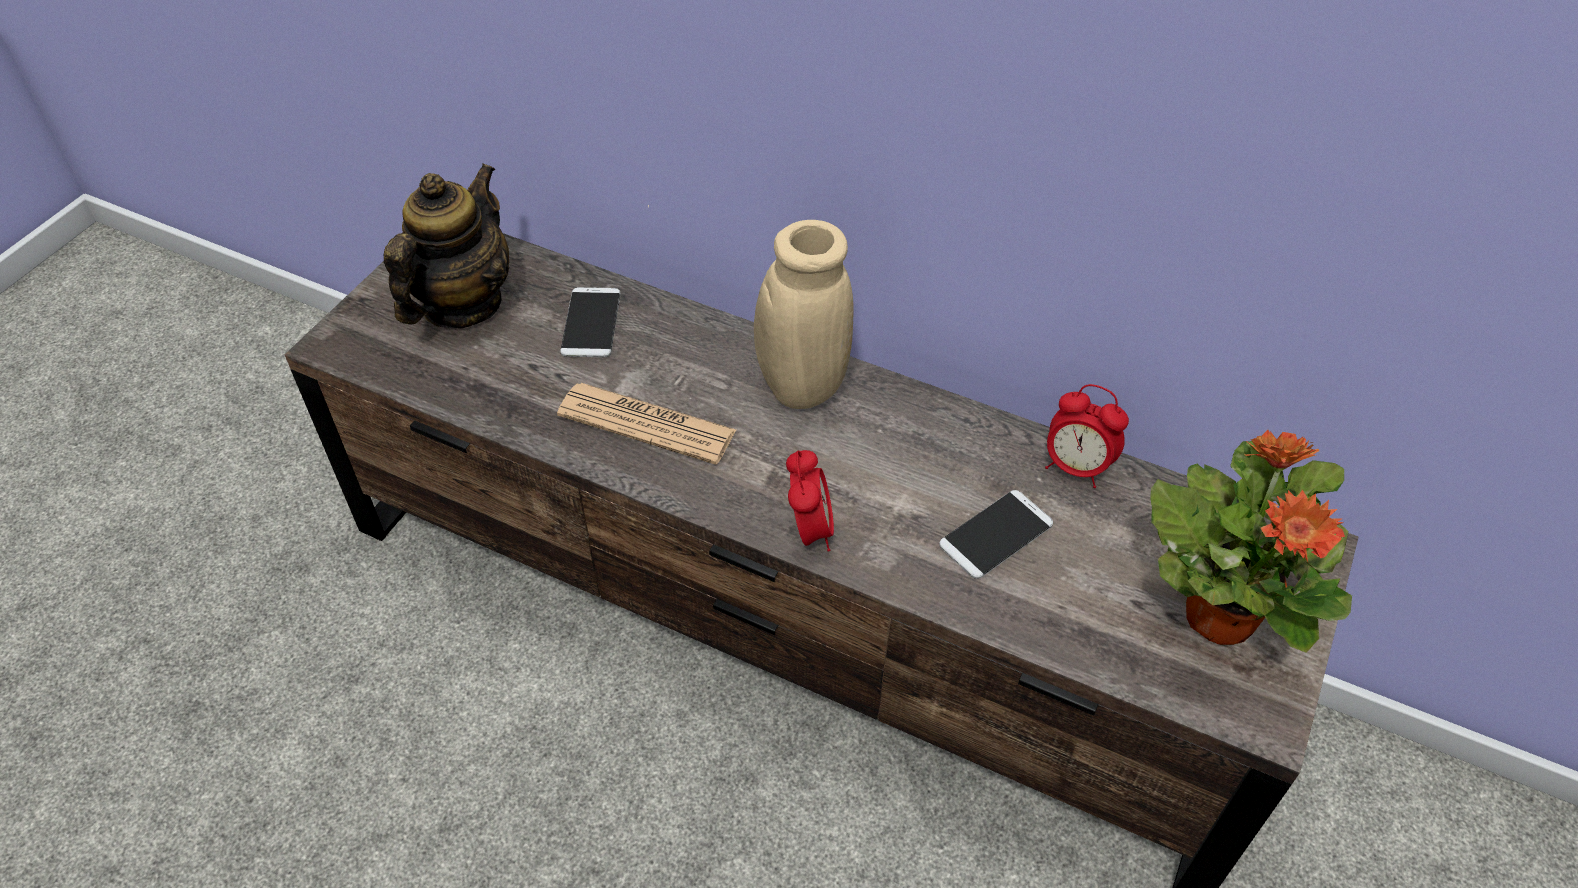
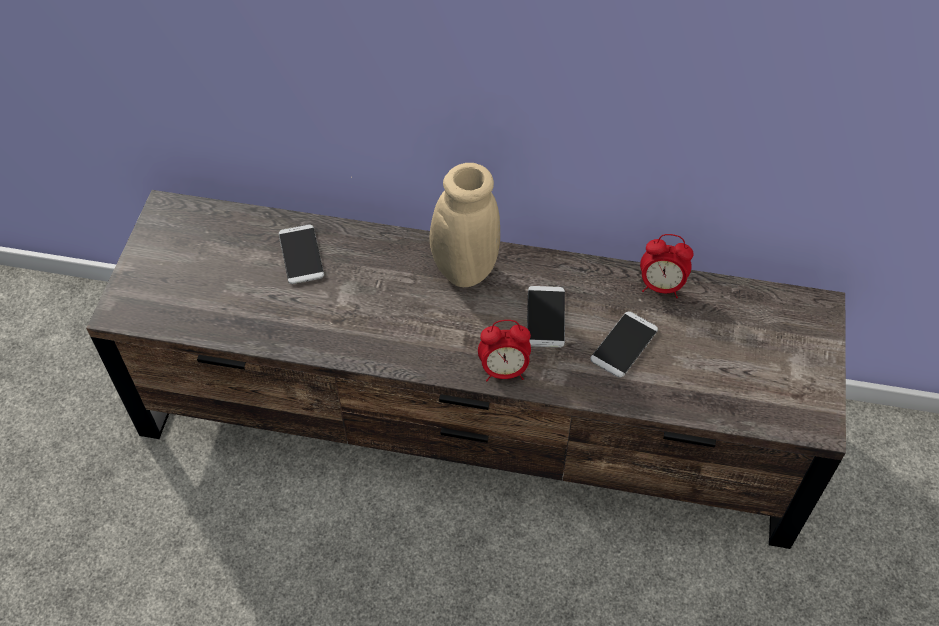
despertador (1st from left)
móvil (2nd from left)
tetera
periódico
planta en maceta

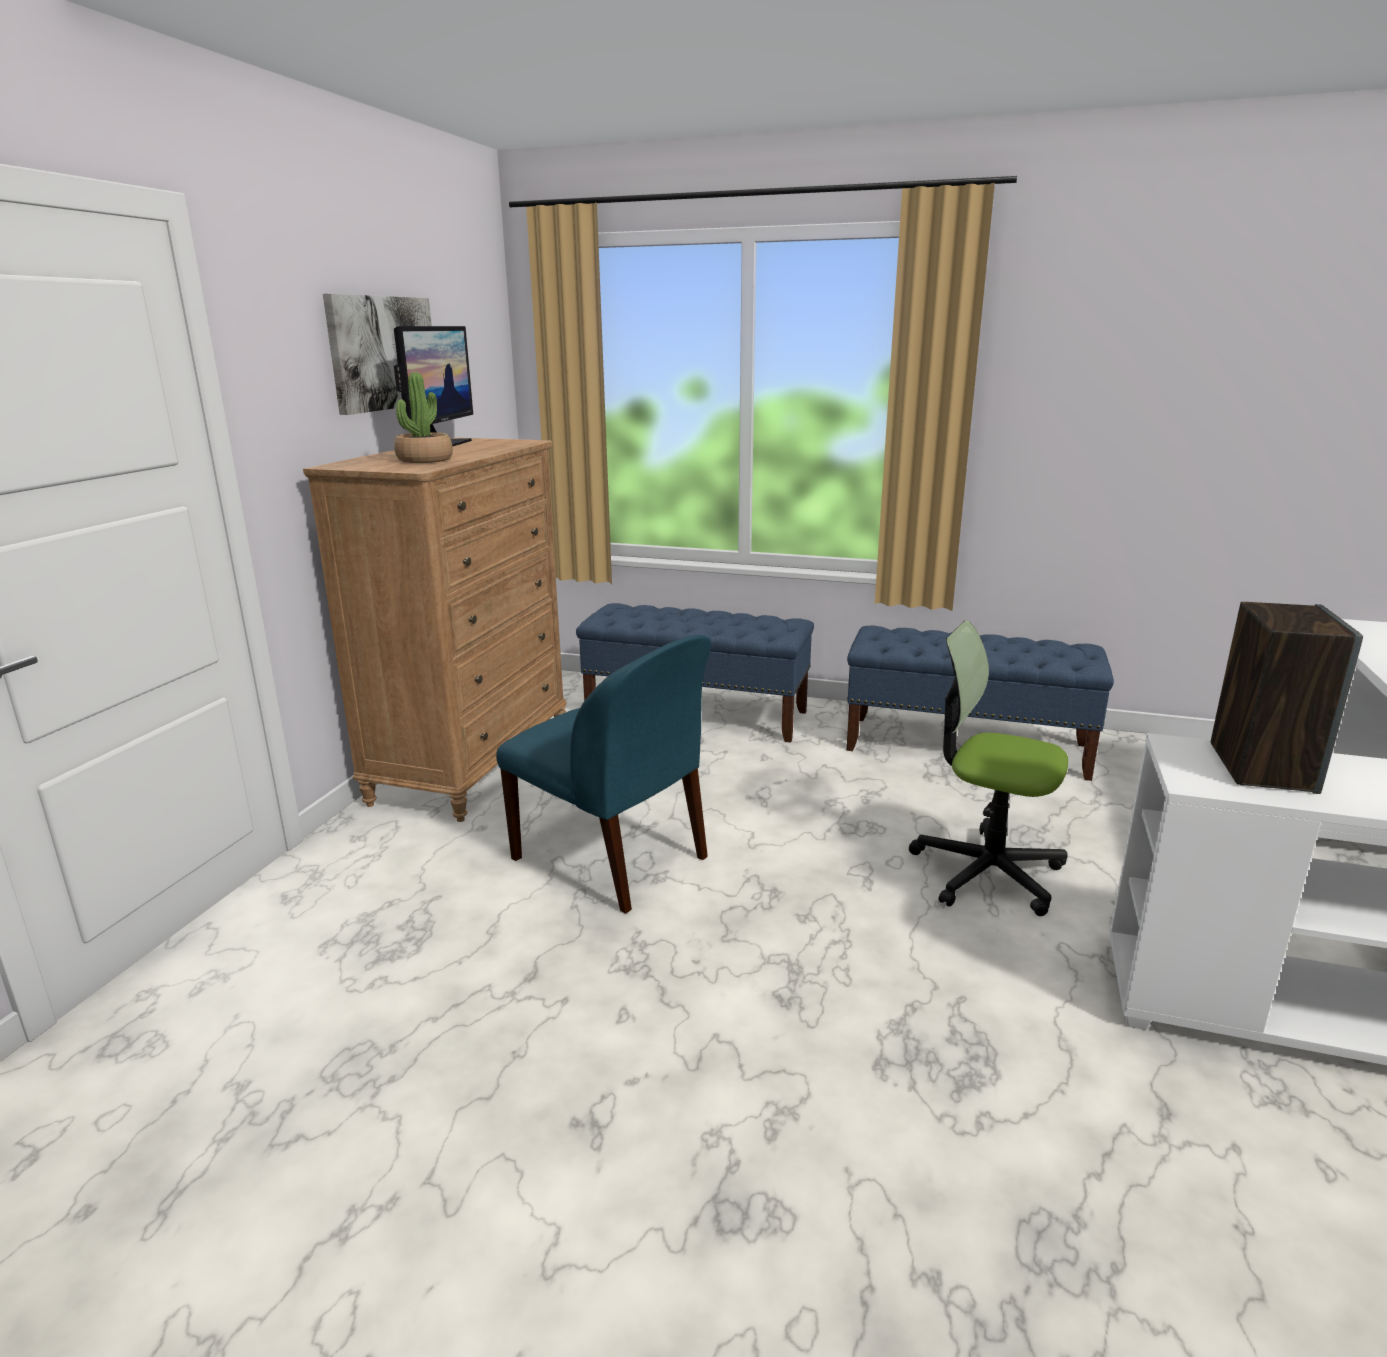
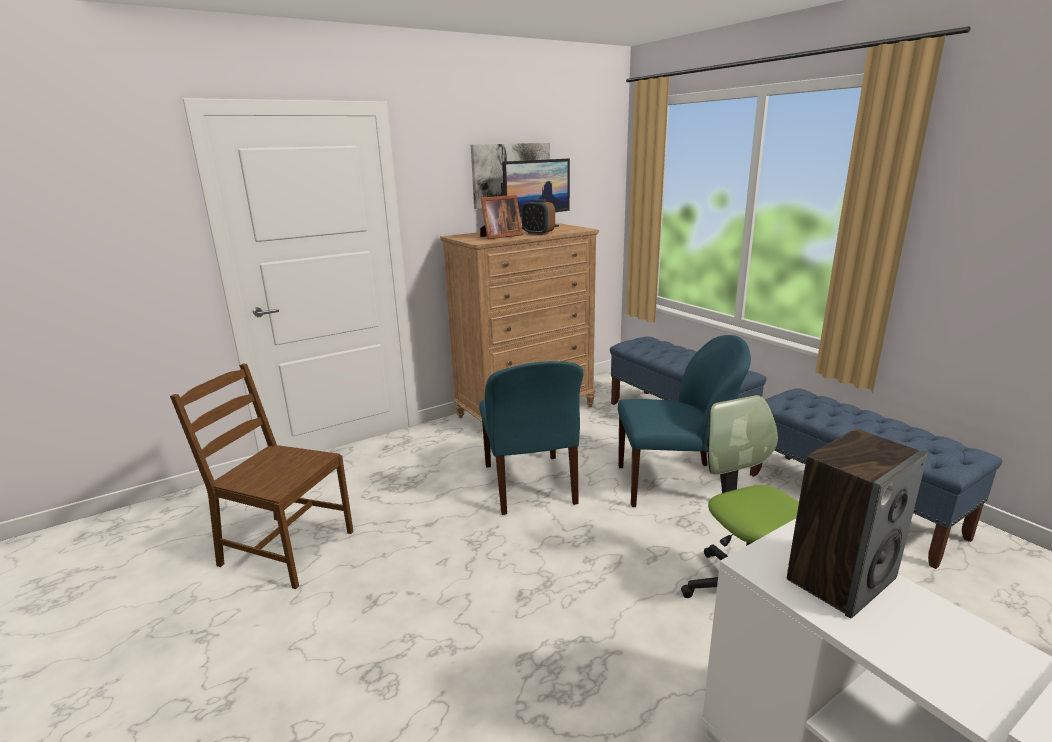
silla [marrón]
portarretratos
despertador
silla [azul] (2nd from left)

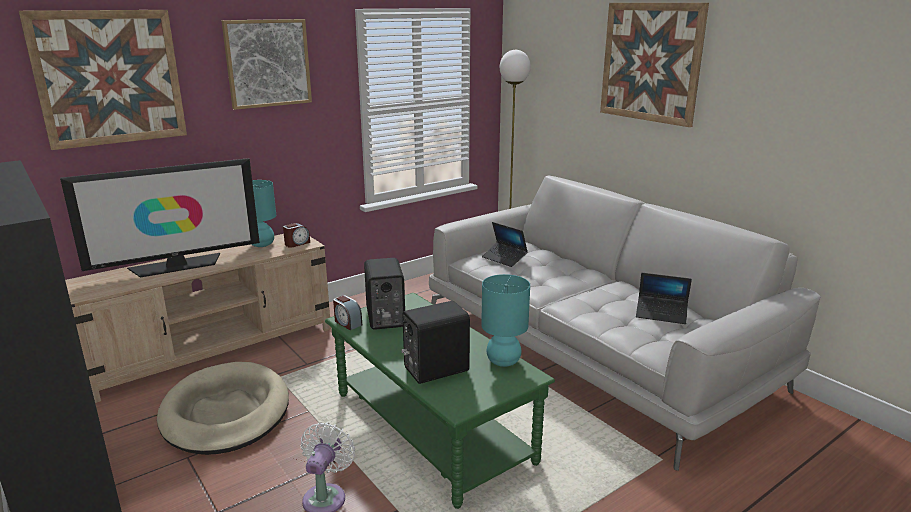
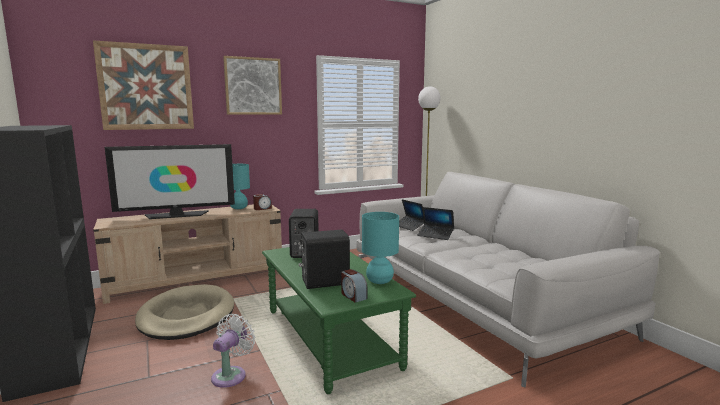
despertador (2nd from left)
portátil (2nd from left)
cuadro (3rd from left in the first image)

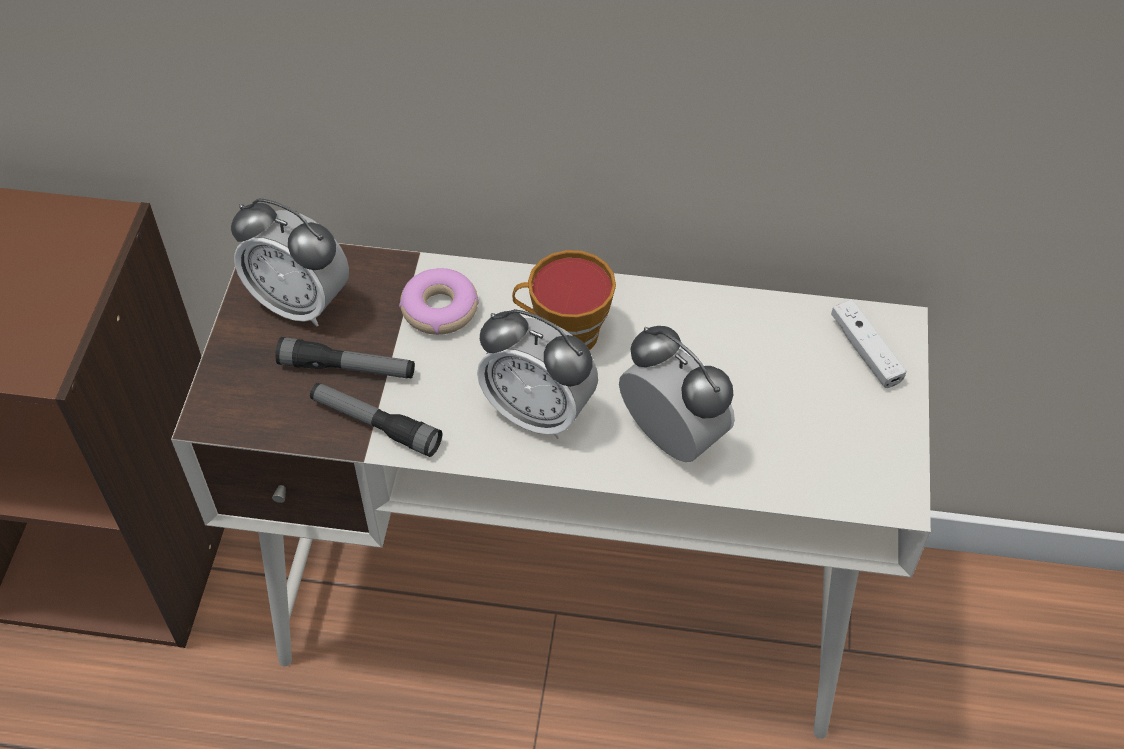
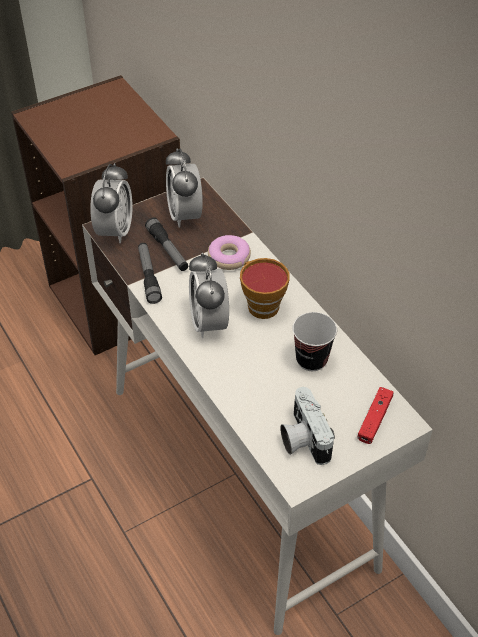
despertador (1st from left)
cámara
taza (2nd from left)
mando de consola [rojo]

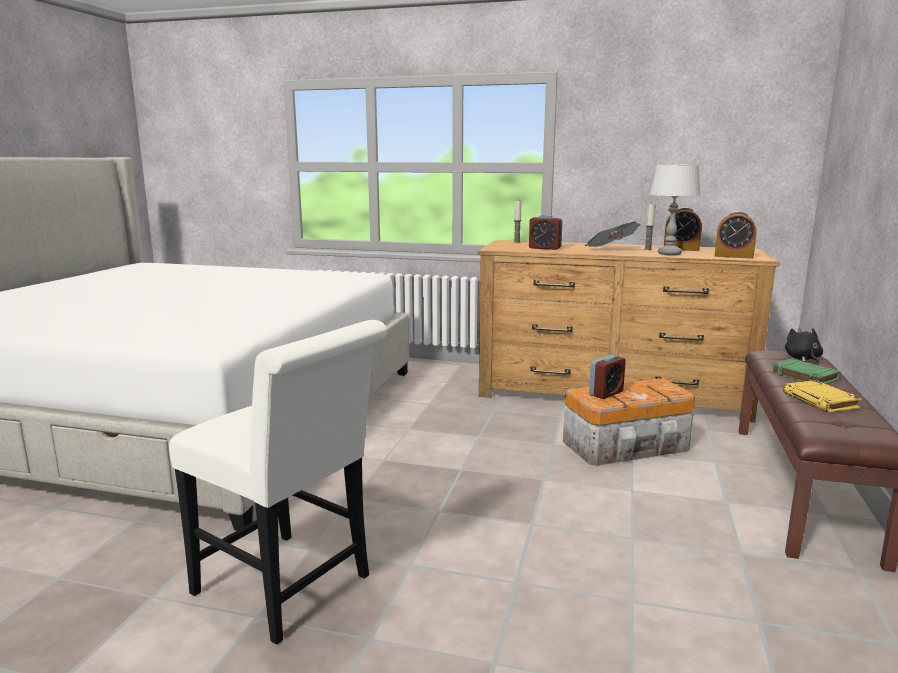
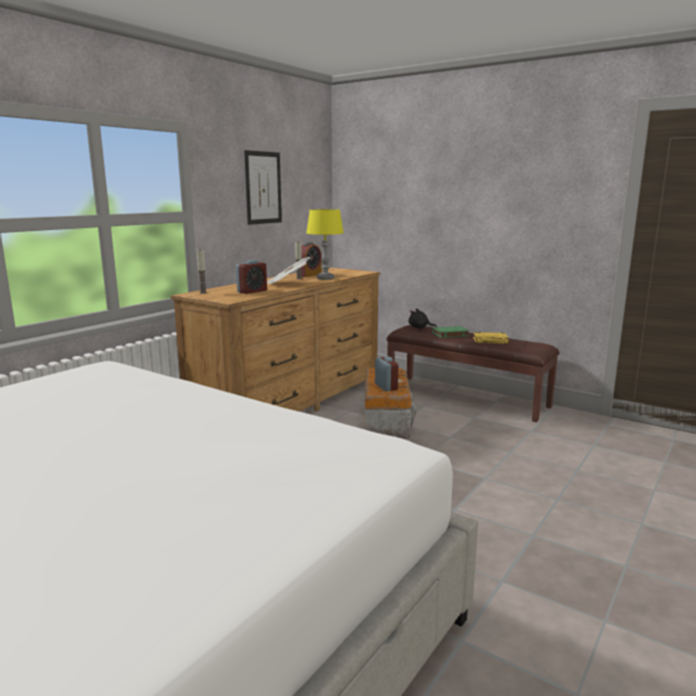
cuadro
lámpara de mesa [amarillo]
silla [blanco]
despertador (4th from left in the first image)

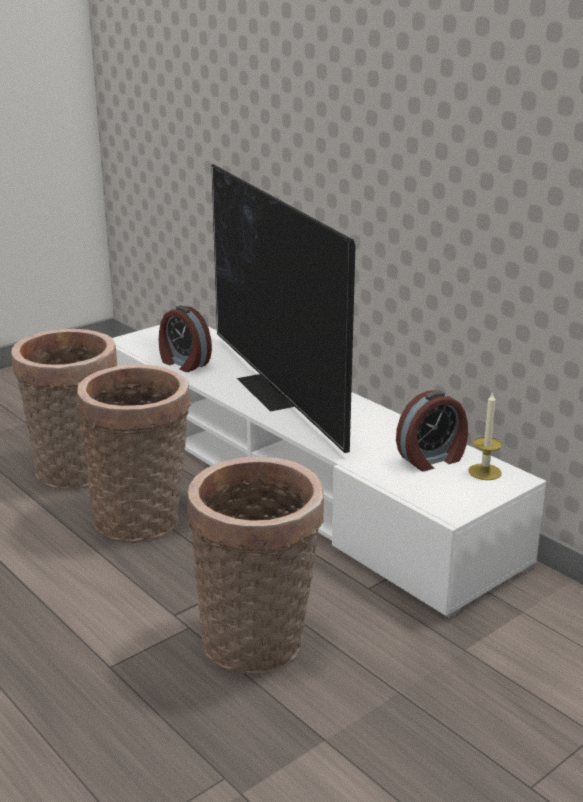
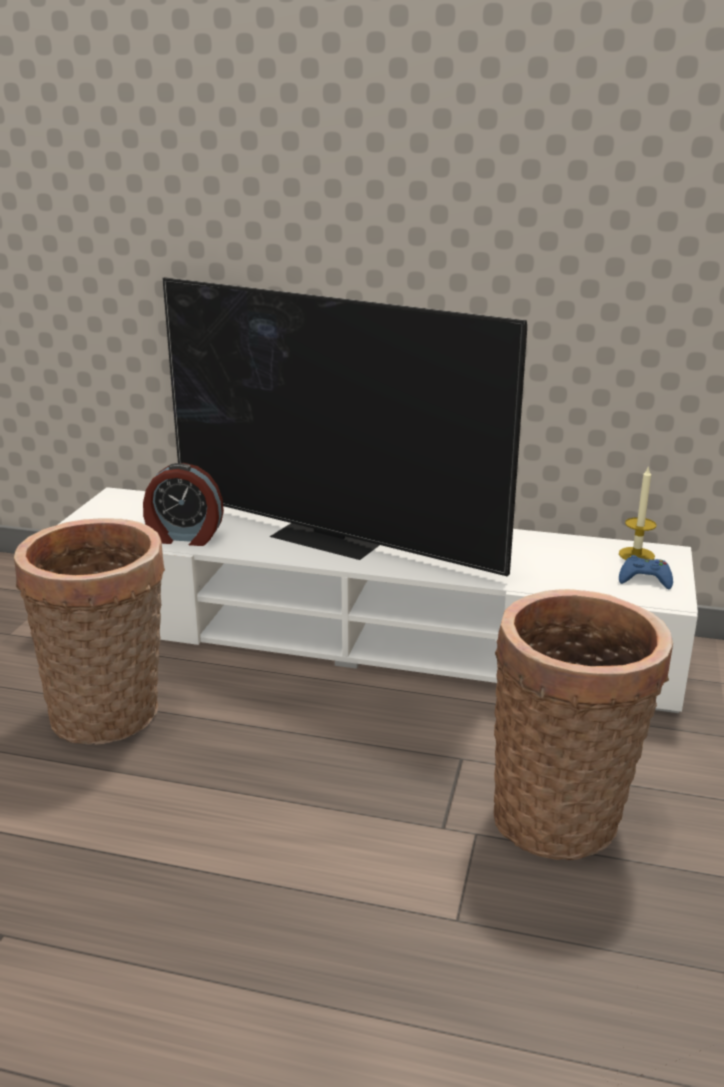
mando de consola [azul]
cesta (2nd from left in the first image)
despertador (2nd from left in the first image)

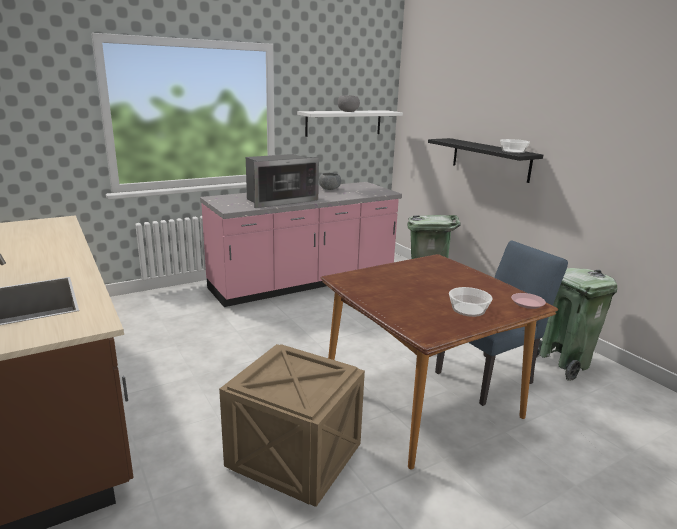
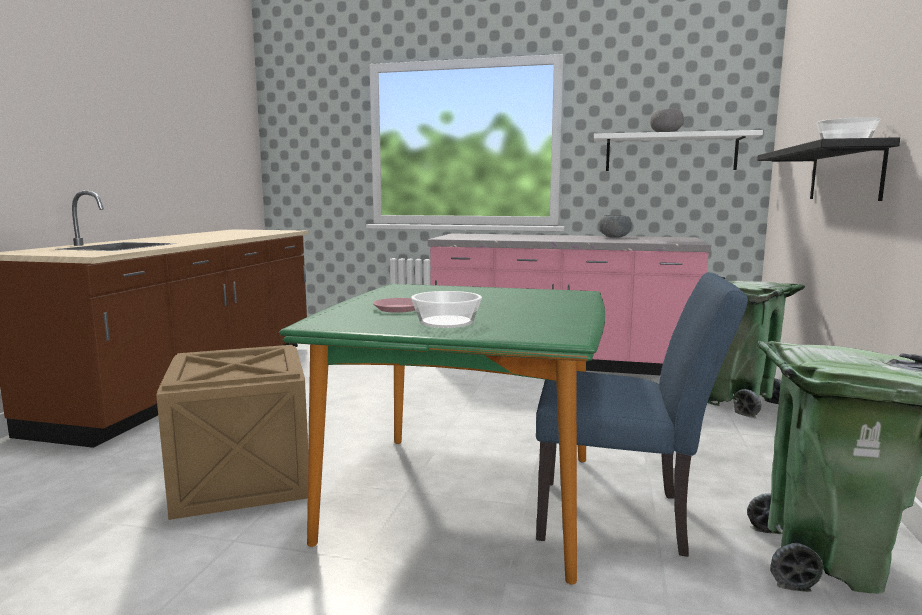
mesa de comedor [verde]
plato [rosa]
microondas

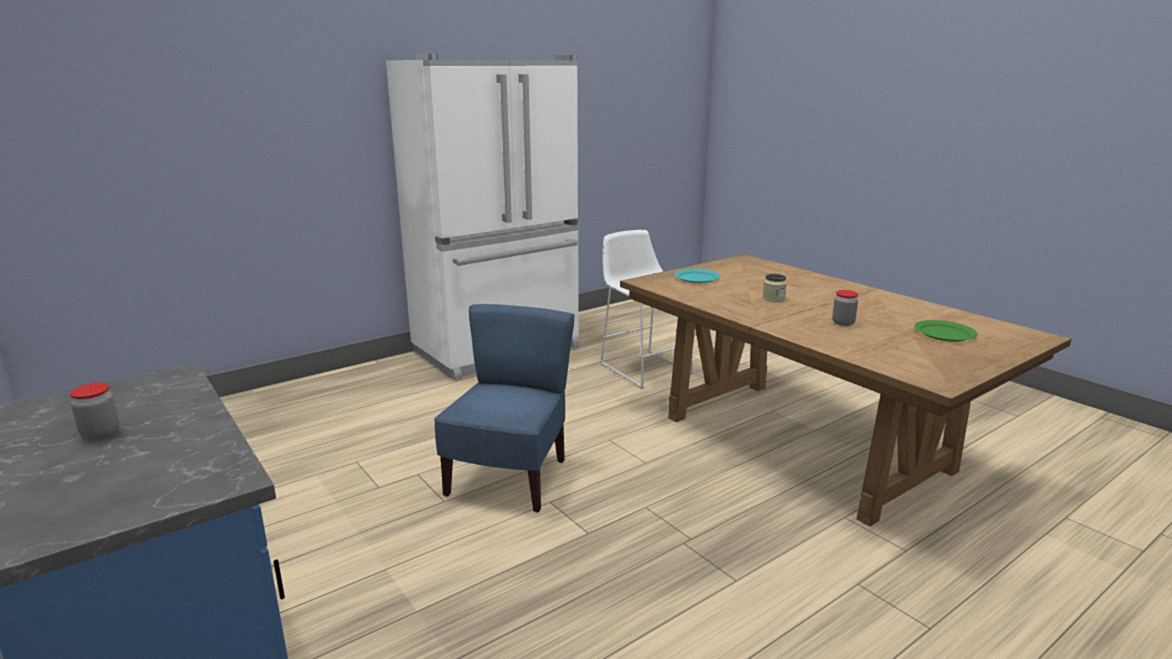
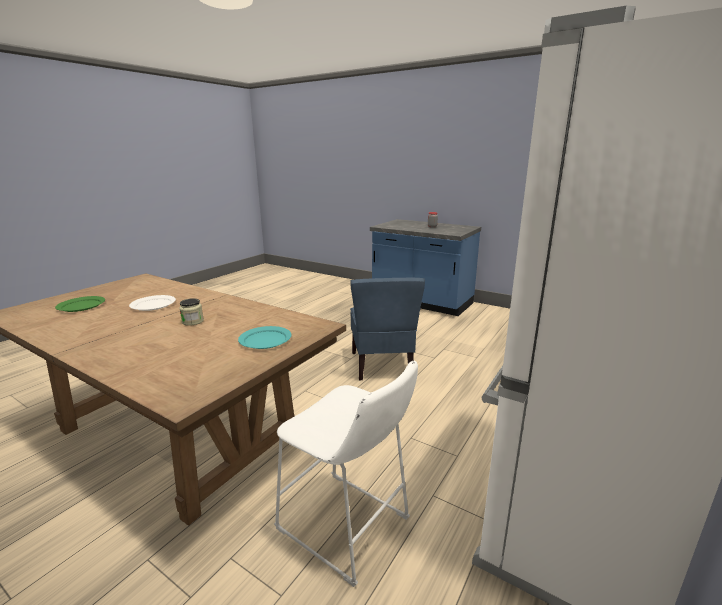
plato [blanco]

